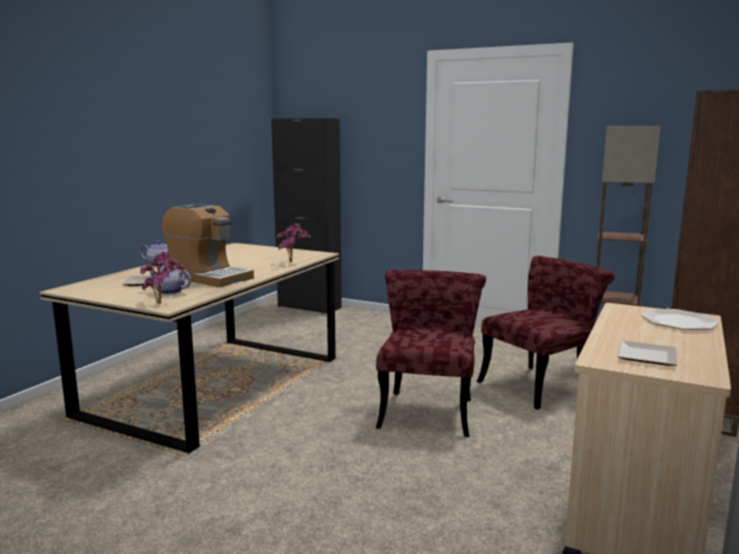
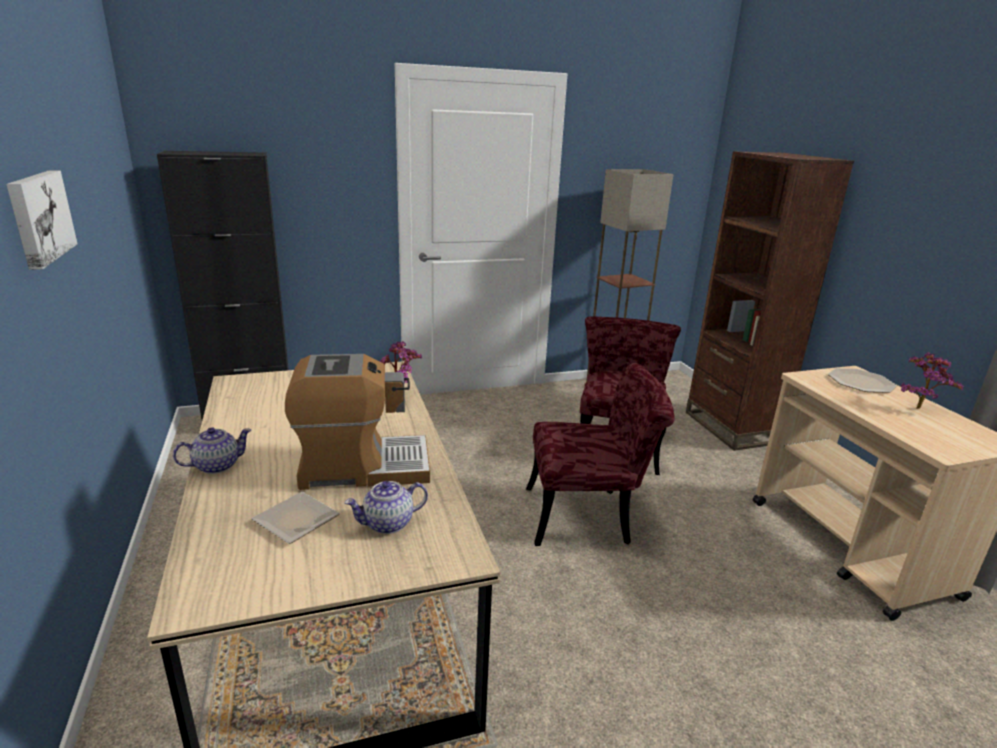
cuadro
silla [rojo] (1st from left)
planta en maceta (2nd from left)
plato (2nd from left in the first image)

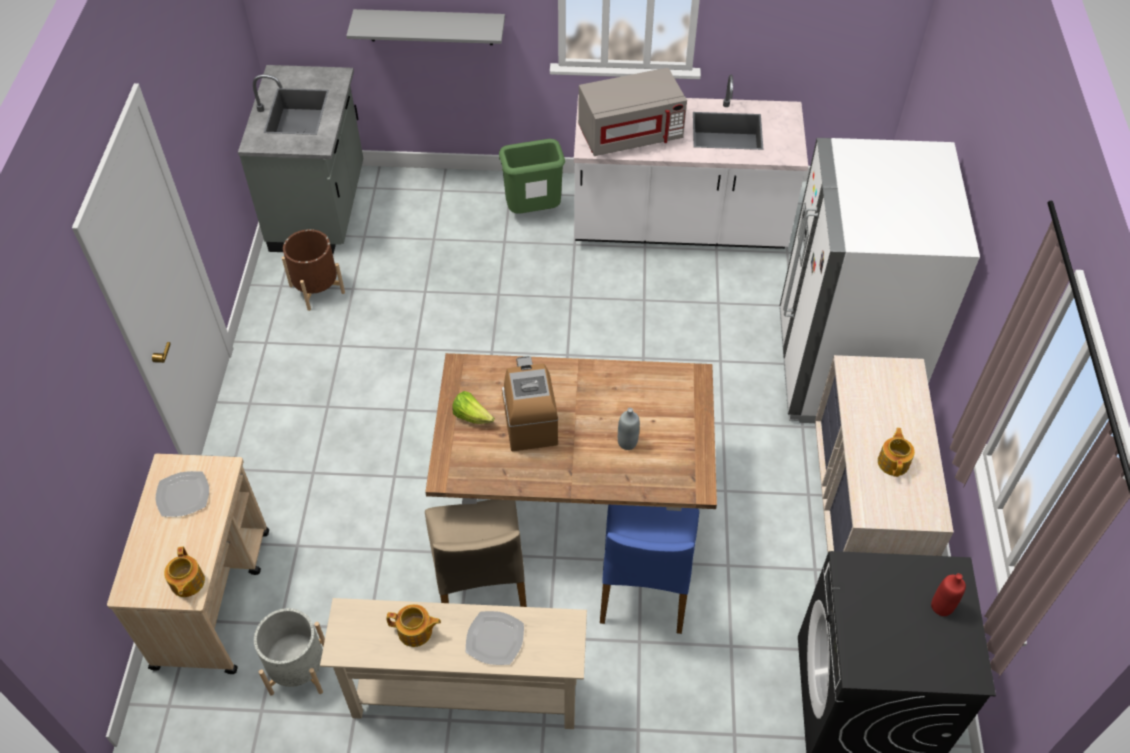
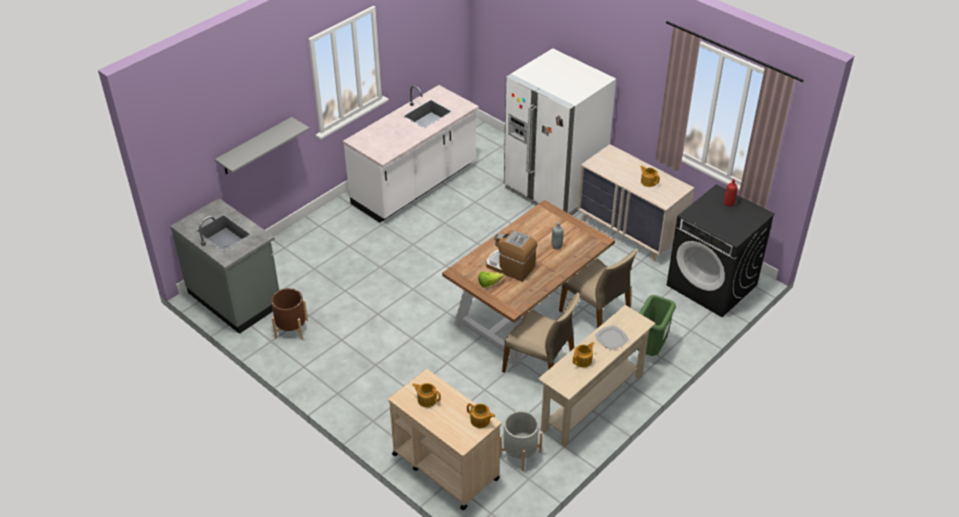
tetera (1st from left)
silla [beis] (2nd from left)
papelera [verde]
microondas [gris]

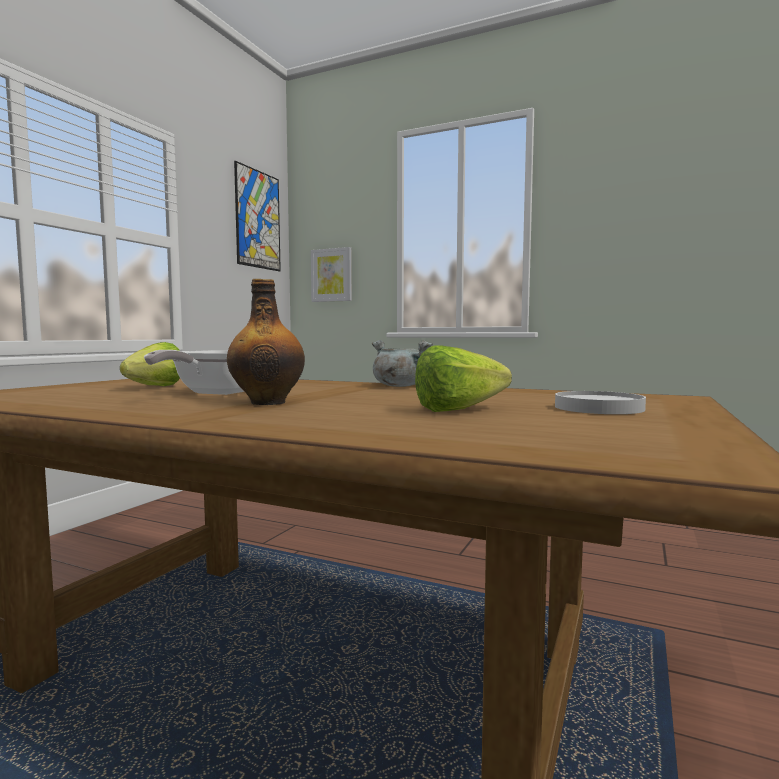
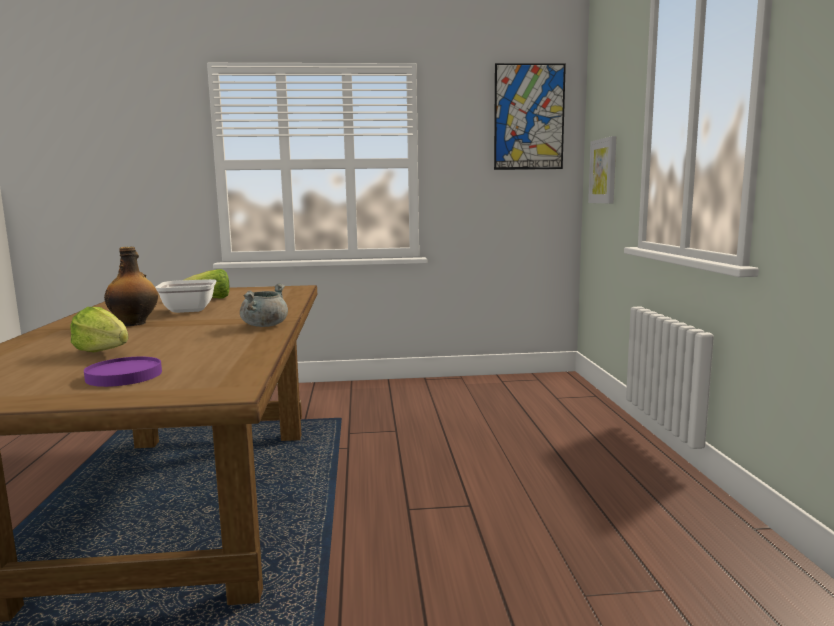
plato [morado]

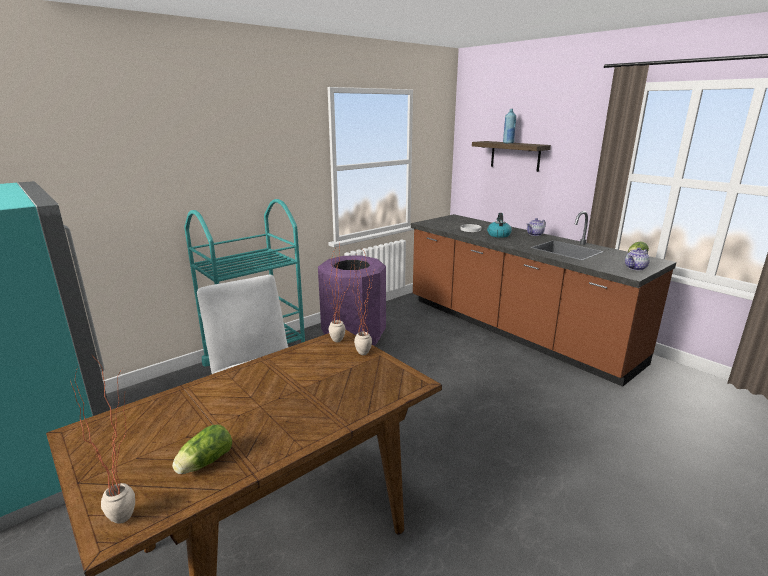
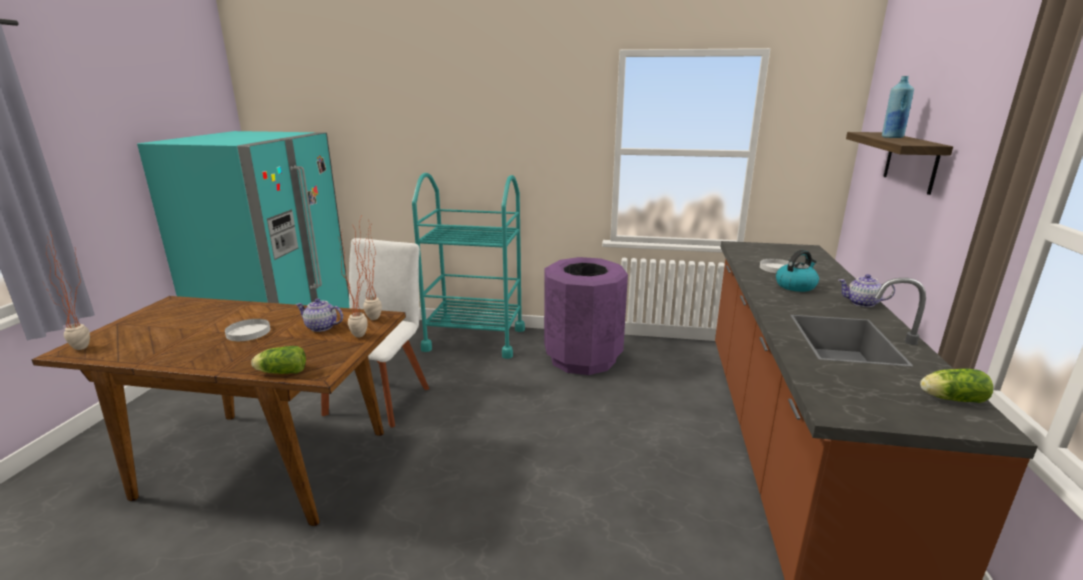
plato [blanco] (1st from left)
lechuga (1st from left)
tetera (1st from left)

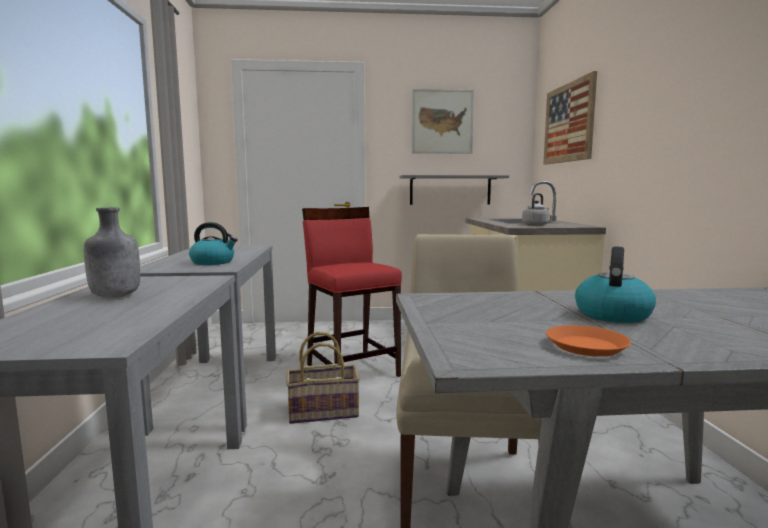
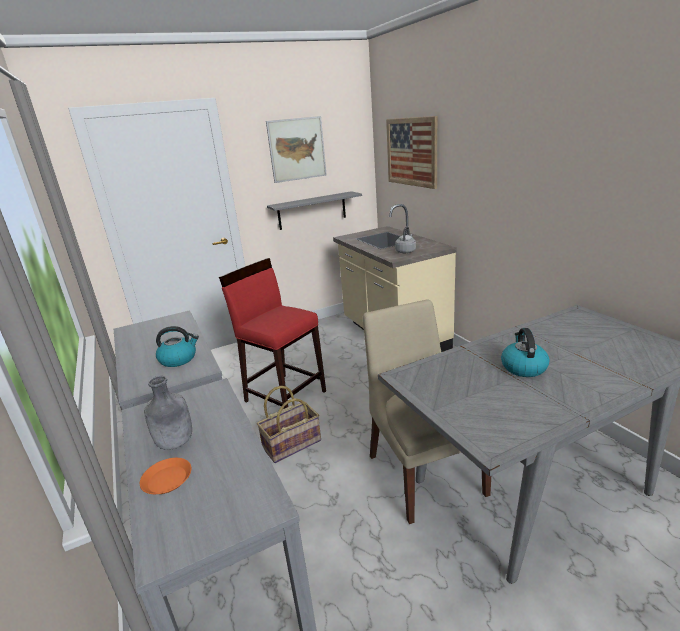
plato [naranja]

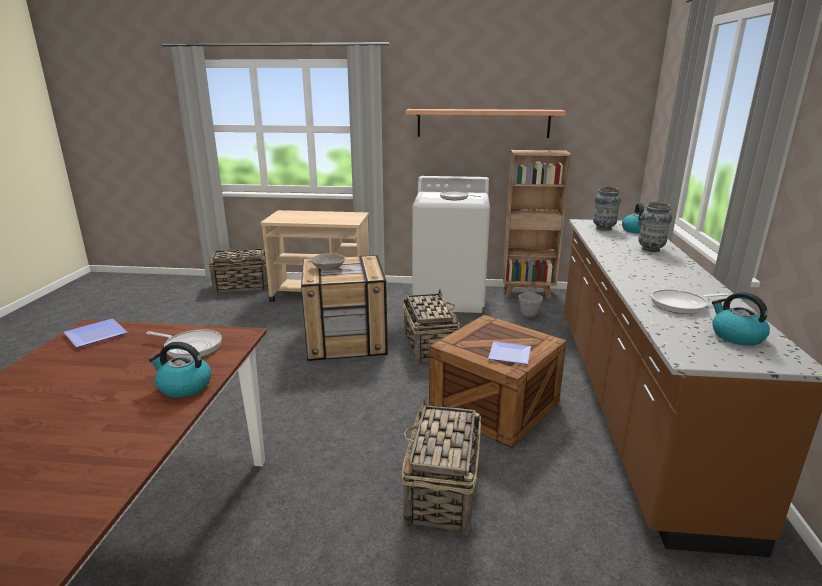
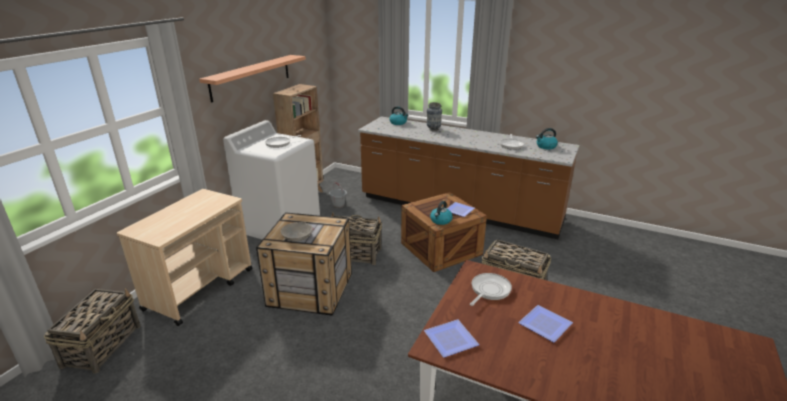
hervidor (2nd from left)
plato (3rd from left)
florero (1st from left in the first image)

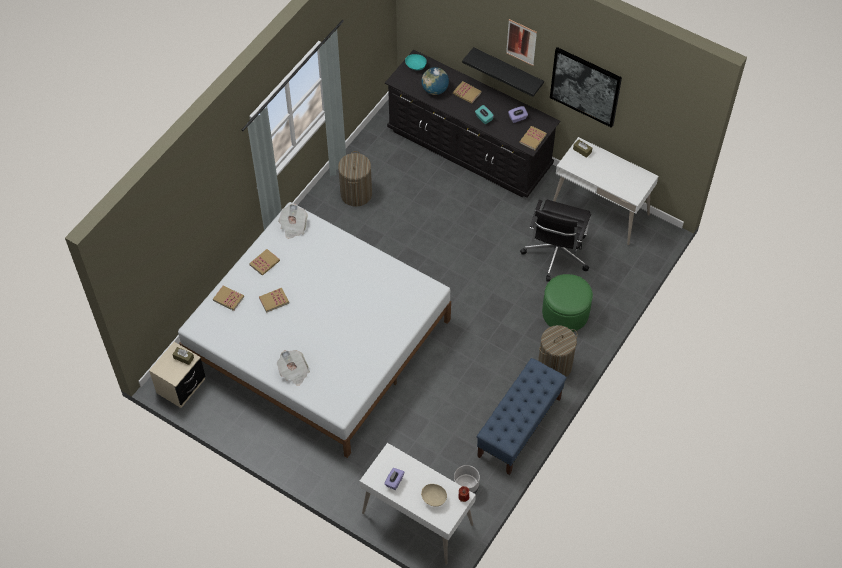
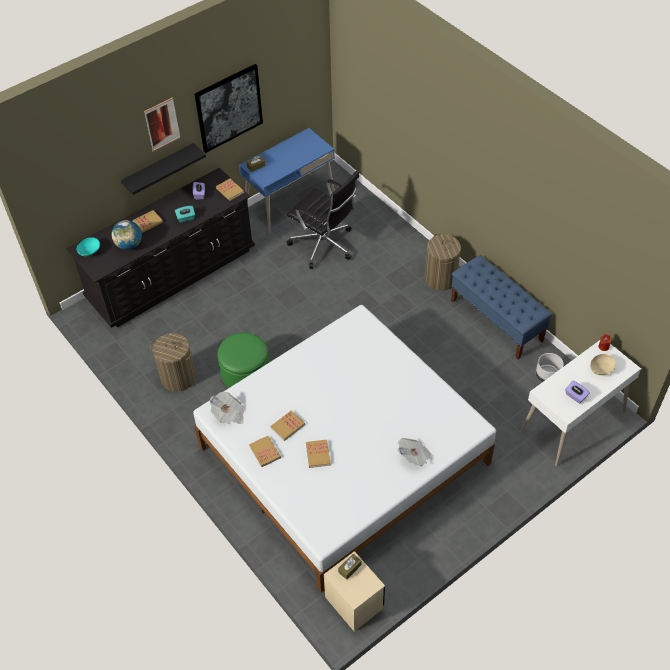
puf [verde]
escritorio [azul]
libro (4th from left)

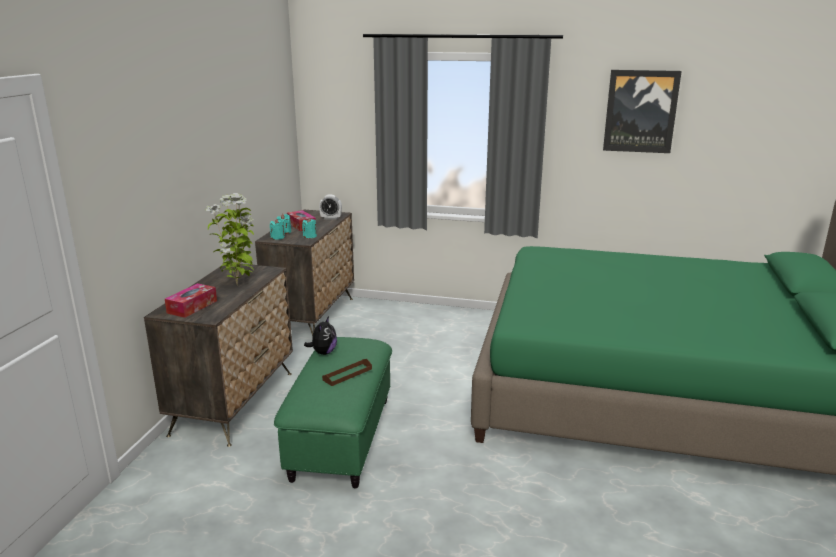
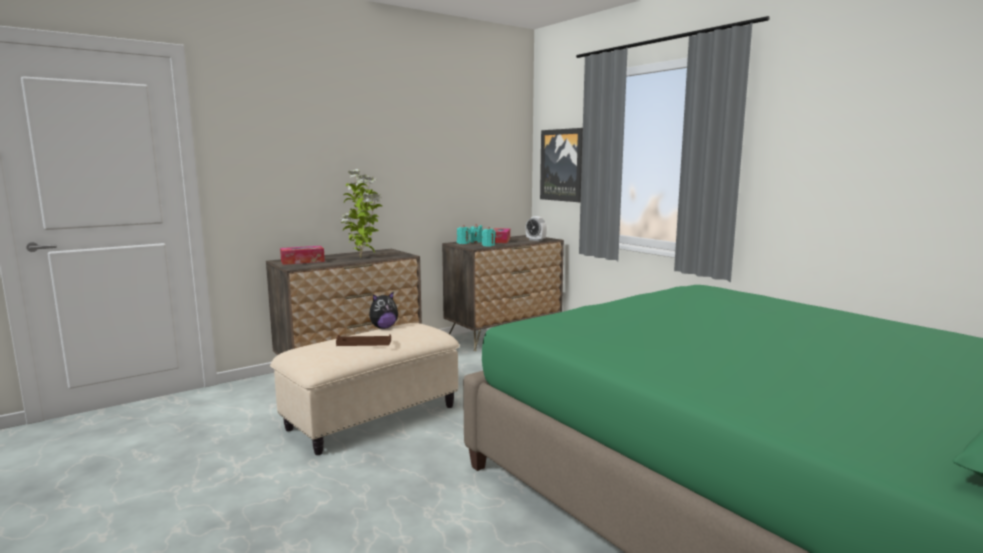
puf [beis]
cuadro

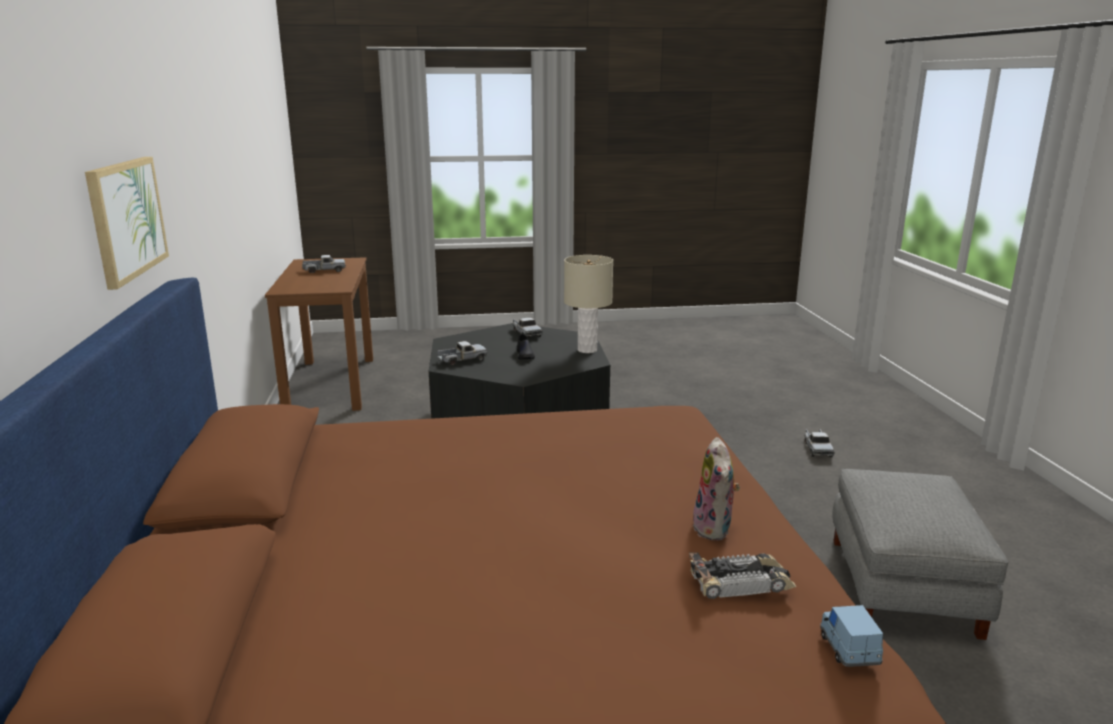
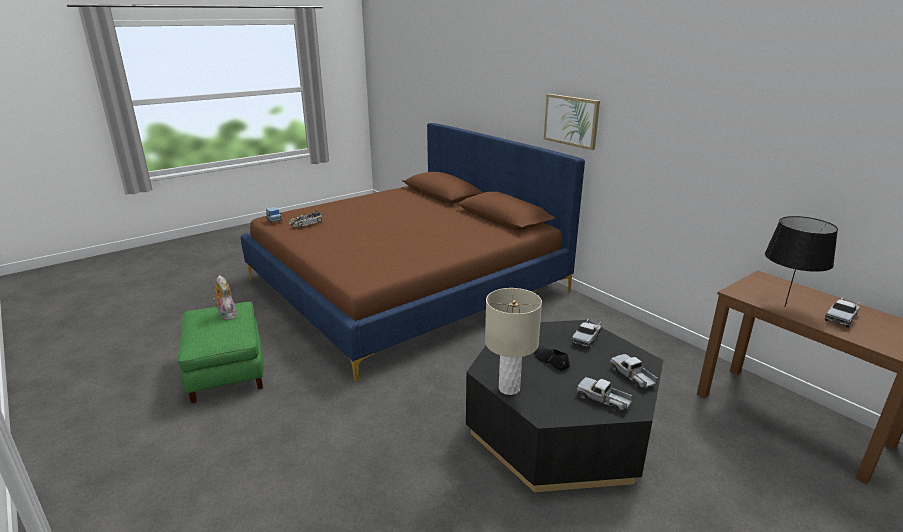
puf [verde]
peluche
camión de juguete (3rd from left)
lámpara de mesa [negro]

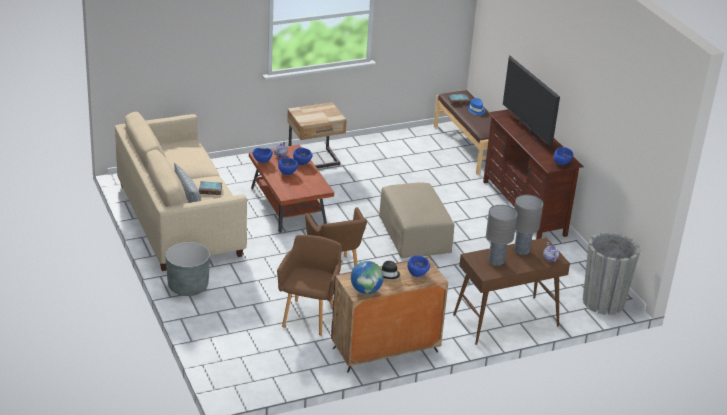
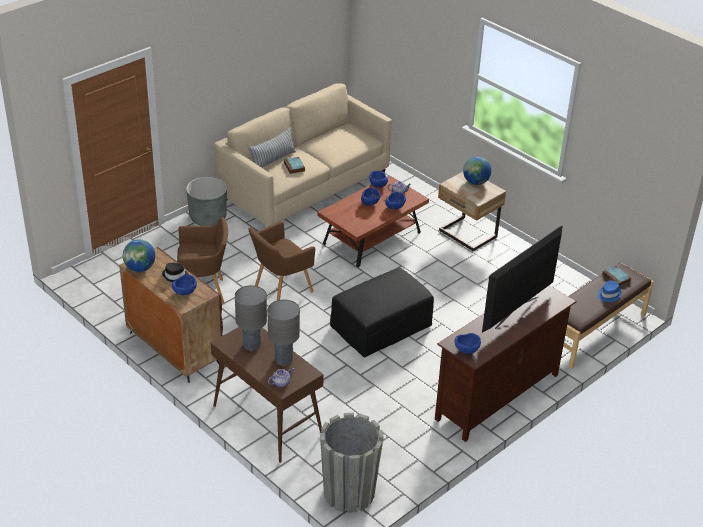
puf [negro]
globo terráqueo (2nd from left)

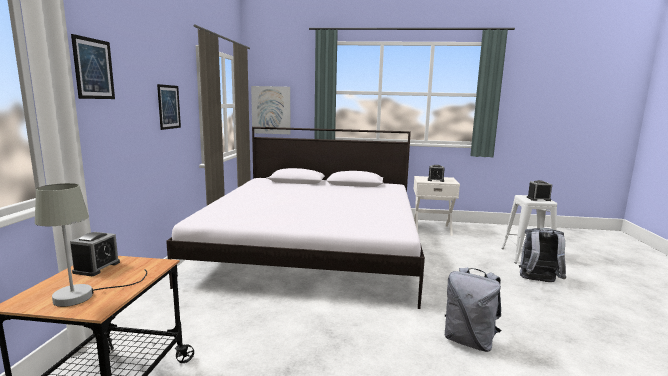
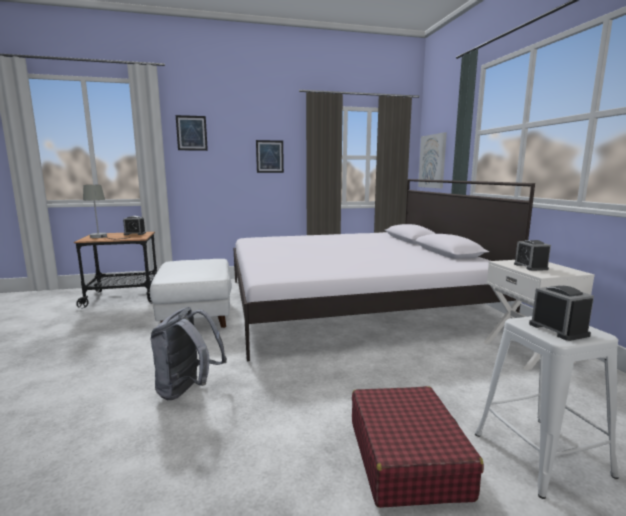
puf [blanco]
maleta [rojo]

